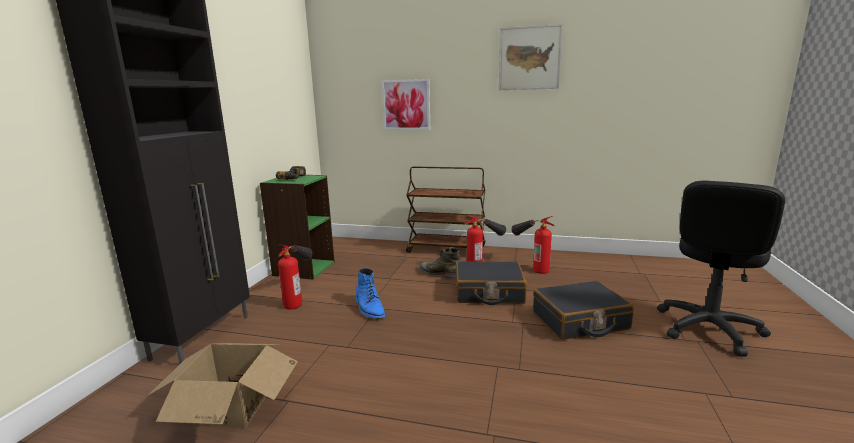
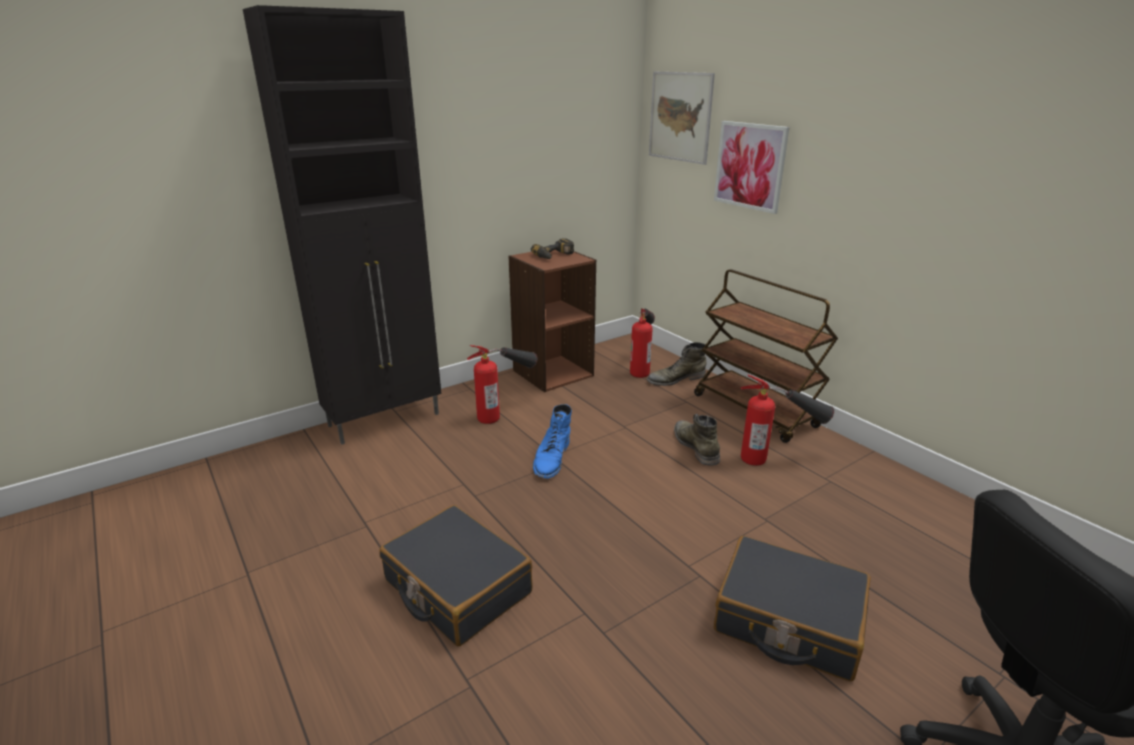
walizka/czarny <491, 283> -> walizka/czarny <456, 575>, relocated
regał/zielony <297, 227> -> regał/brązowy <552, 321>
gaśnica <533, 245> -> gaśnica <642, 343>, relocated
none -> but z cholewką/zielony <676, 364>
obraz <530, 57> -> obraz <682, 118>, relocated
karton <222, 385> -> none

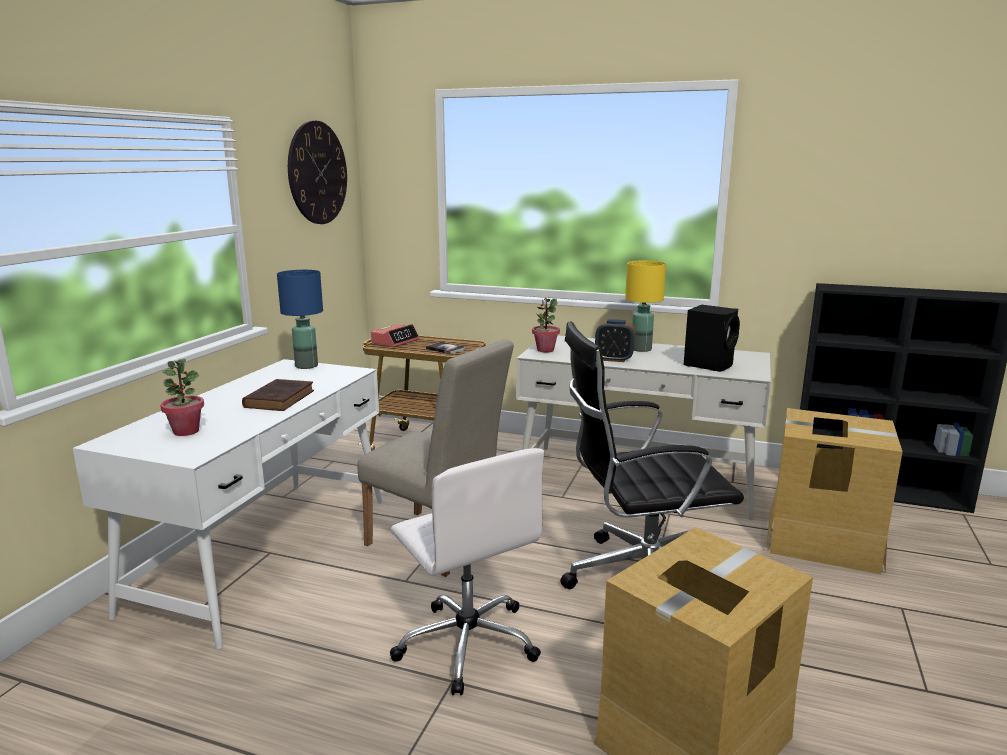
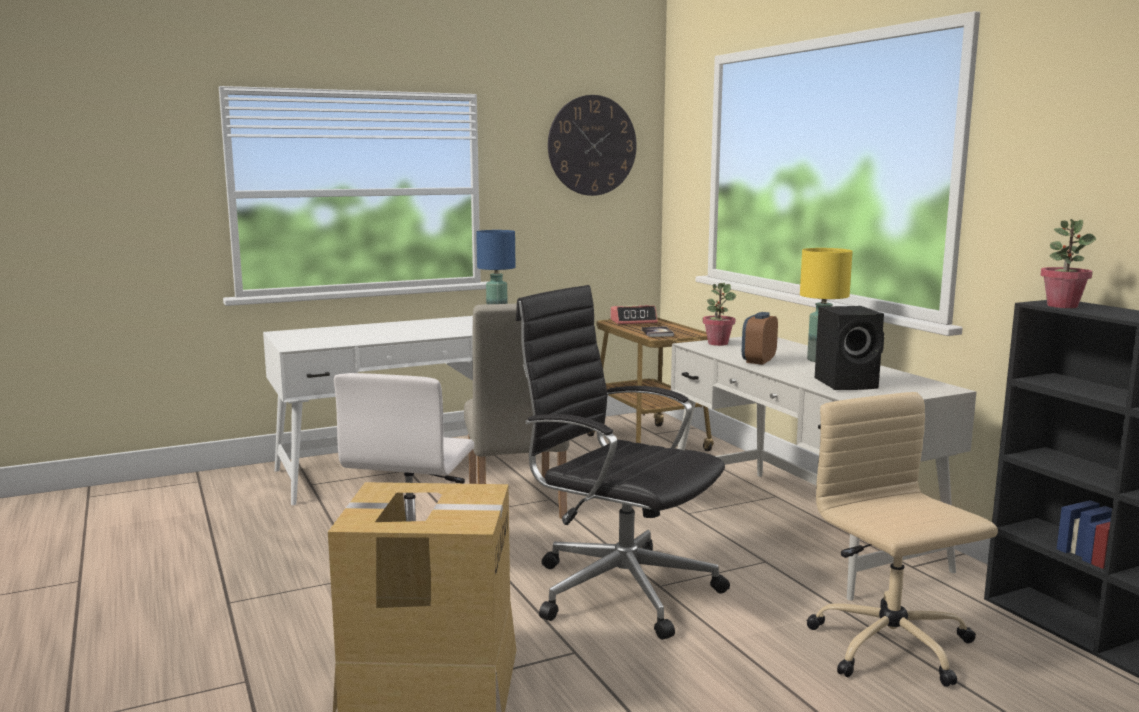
budzik <615, 340> -> budzik <760, 338>, 60 degrees clockwise
karton <834, 491> -> krzesło biurowe/beżowy <902, 539>
roślina doniczkowa <182, 397> -> roślina doniczkowa <1068, 263>, relocated
książka/brązowy <278, 395> -> none

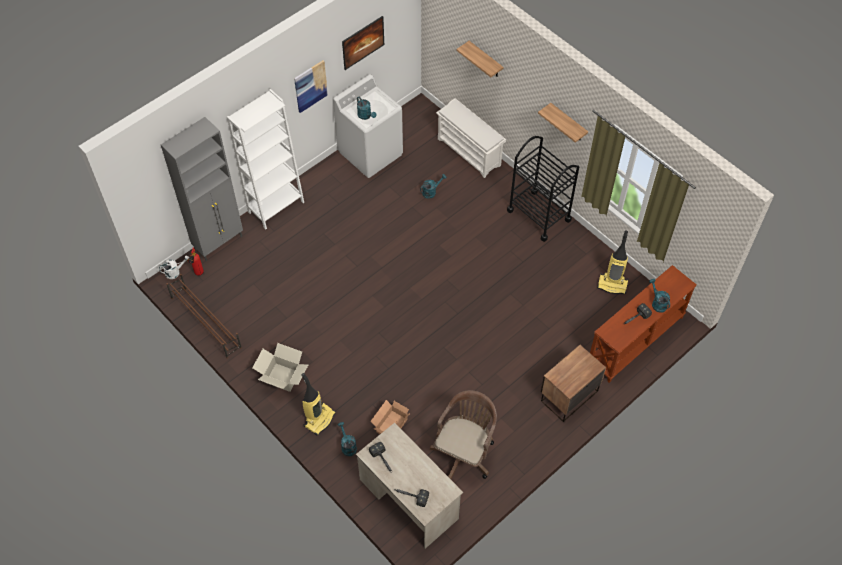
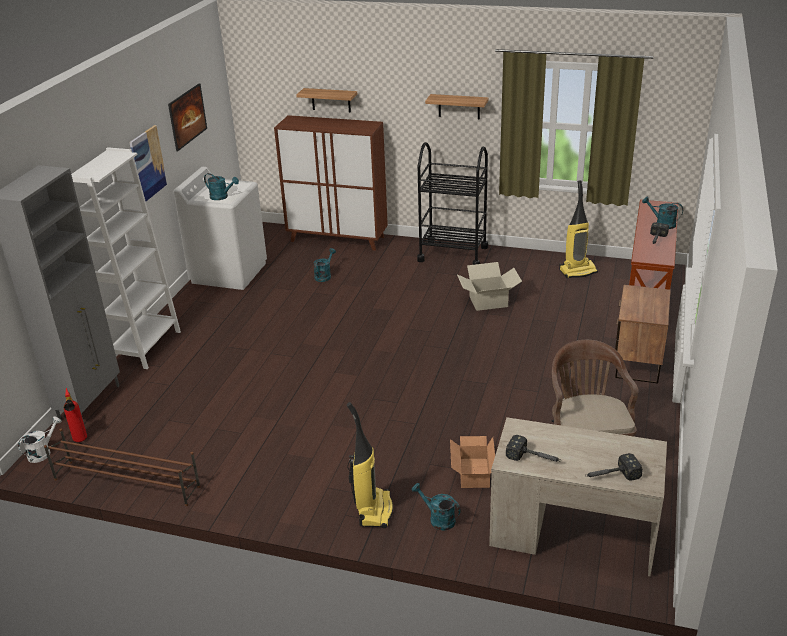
regał na buty/biały <471, 138> -> szafka/brązowy <331, 183>
karton <280, 367> -> karton <489, 286>, relocated

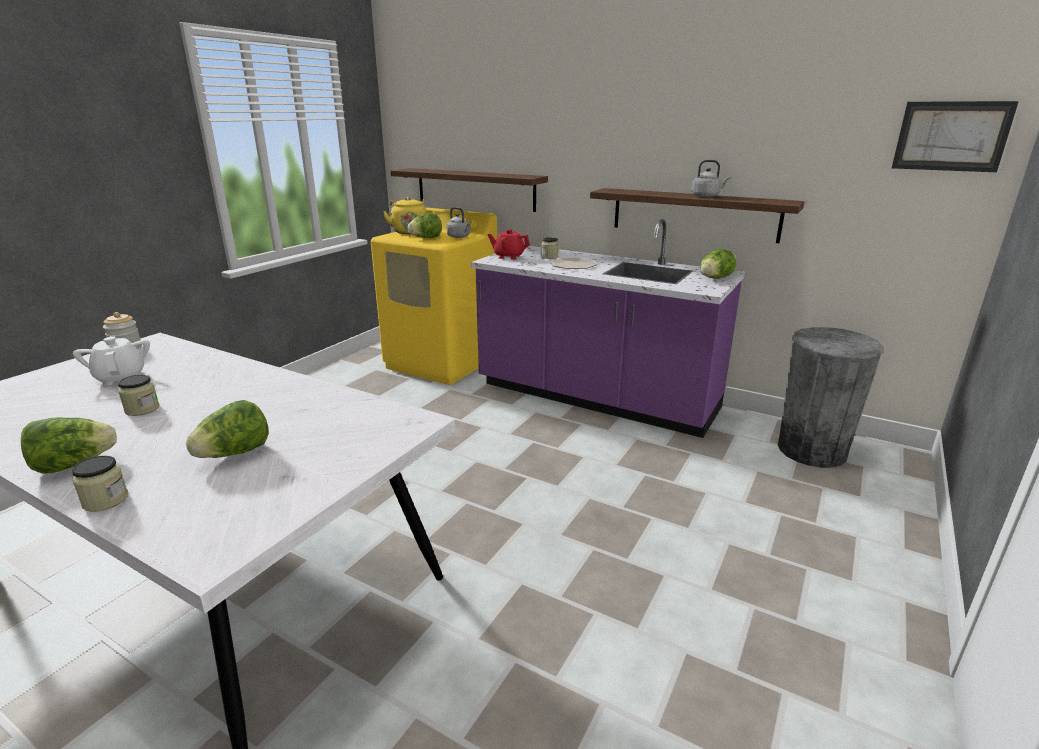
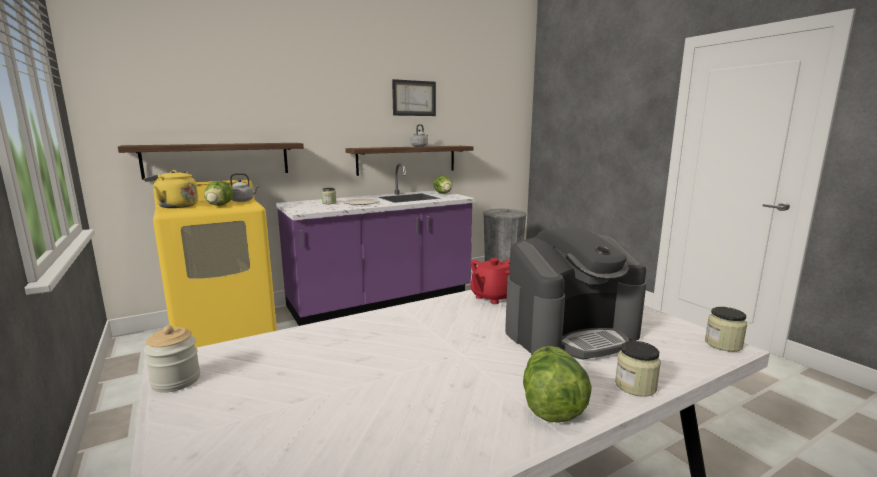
obraz <955, 136> -> obraz <414, 97>, relocated
imbryk/czerwony <509, 244> -> imbryk/czerwony <490, 281>, relocated
sałata <227, 429> -> ekspres do kawy <575, 293>
słoik <138, 395> -> słoik <726, 329>, relocated
imbryk/biały <111, 360> -> none

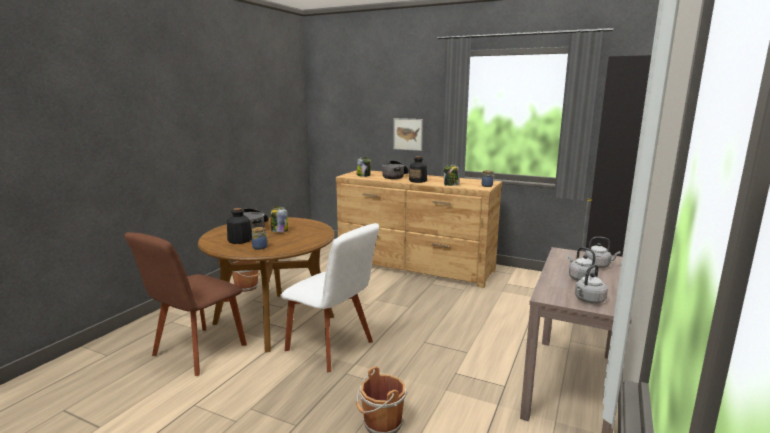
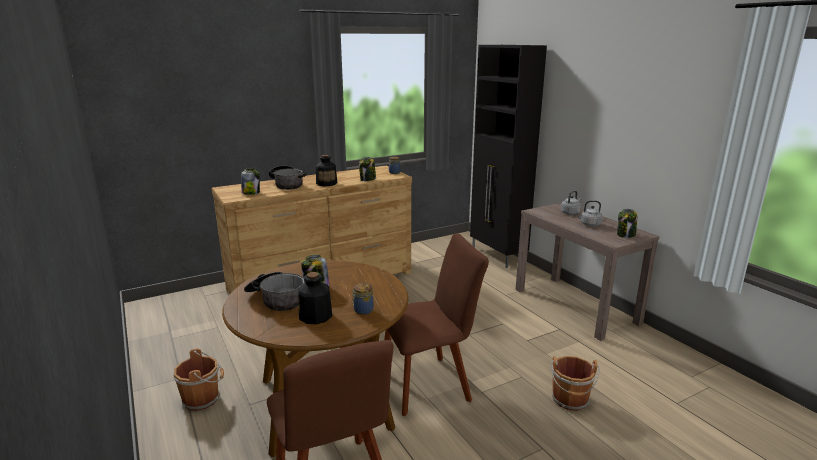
krzesło/biały <329, 297> -> krzesło/brązowy <436, 324>
czajnik/szary <591, 284> -> słoik <627, 223>
obraz <408, 134> -> none

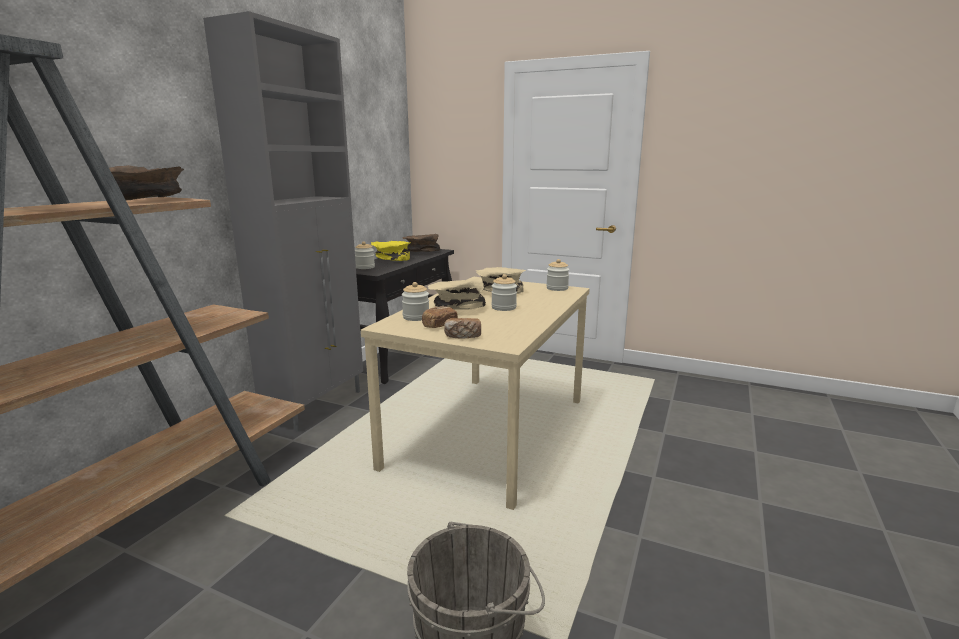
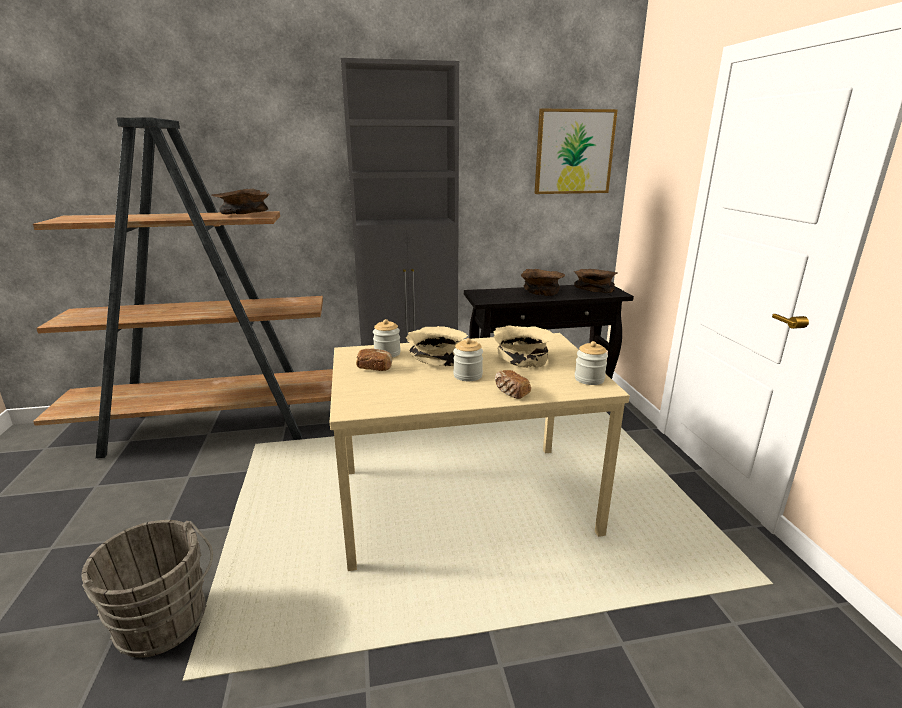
chleb <462, 328> -> chleb <513, 384>, relocated
miska/żółty <390, 251> -> miska/brązowy <543, 282>
none -> obraz <576, 151>
słoik <365, 255> -> none

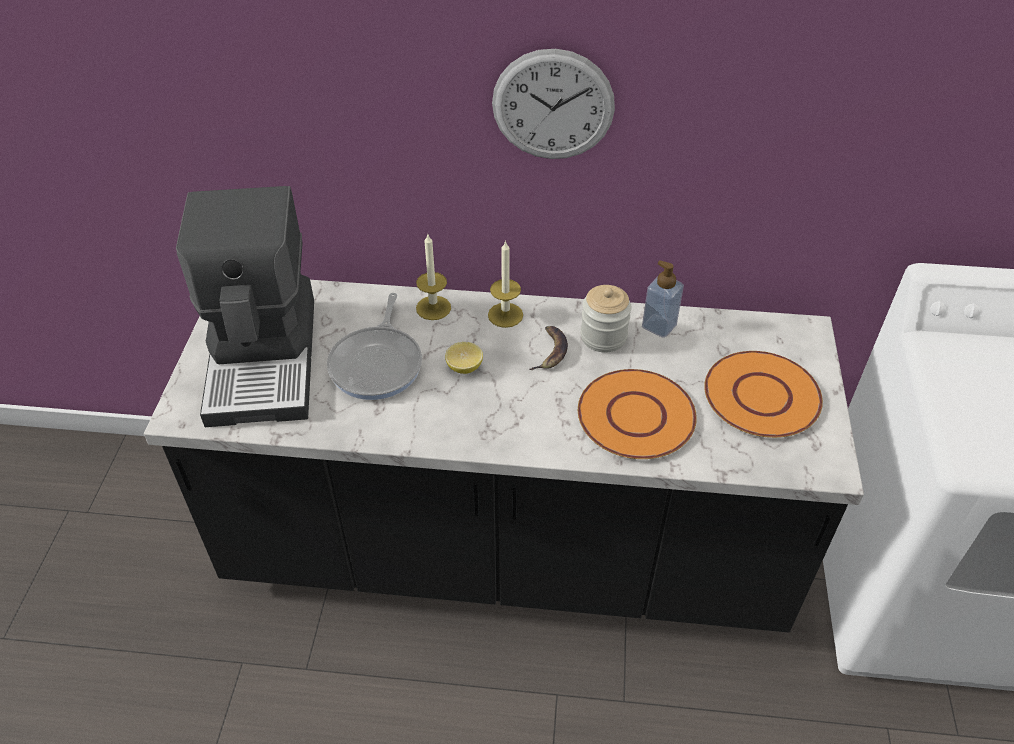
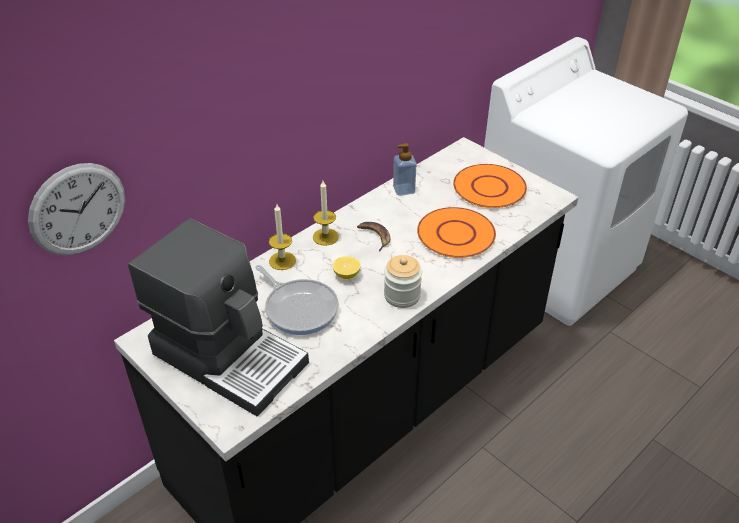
zegar ścienny <553, 104> -> zegar ścienny <76, 209>, relocated
słoik <605, 318> -> słoik <403, 281>, relocated

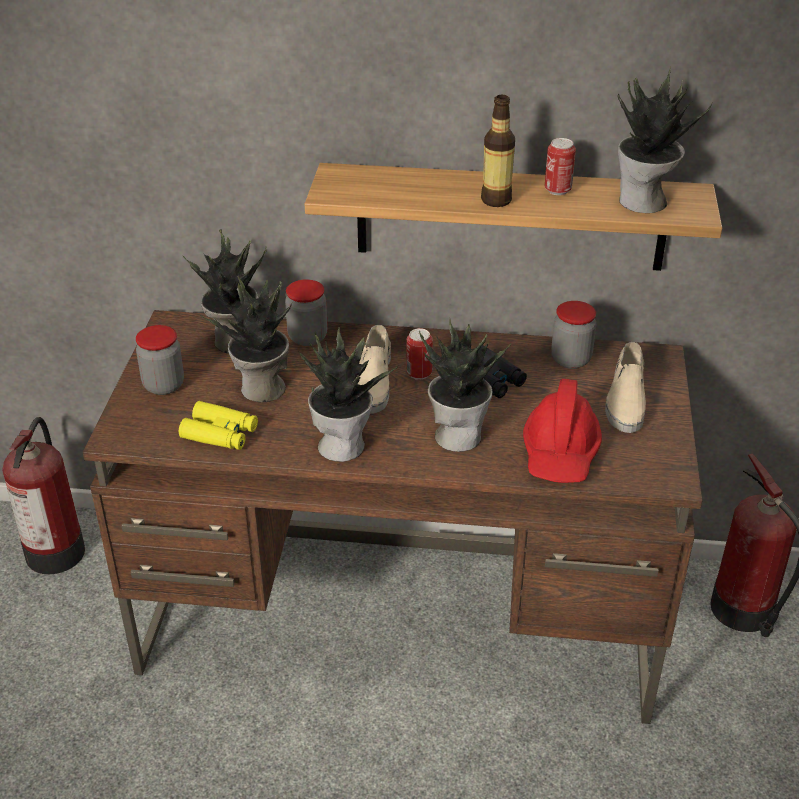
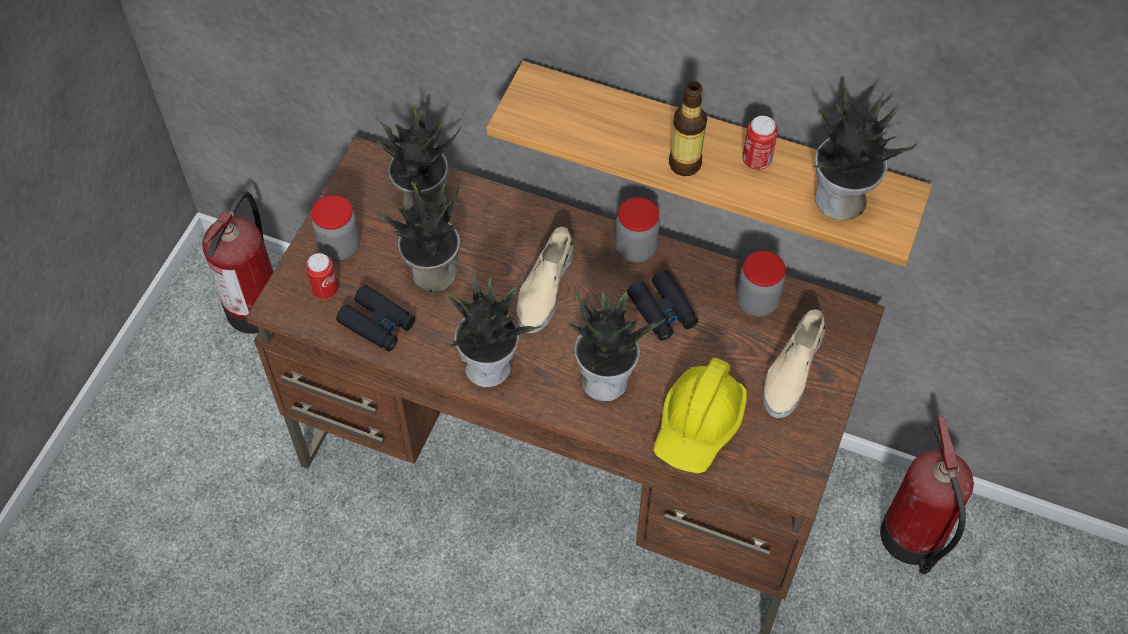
puszka <419, 354> -> puszka <322, 276>, relocated
lornetka/żółty <218, 425> -> lornetka/czarny <375, 318>
słoik <306, 312> -> słoik <637, 230>, relocated
kask/czerwony <562, 431> -> kask/żółty <700, 415>

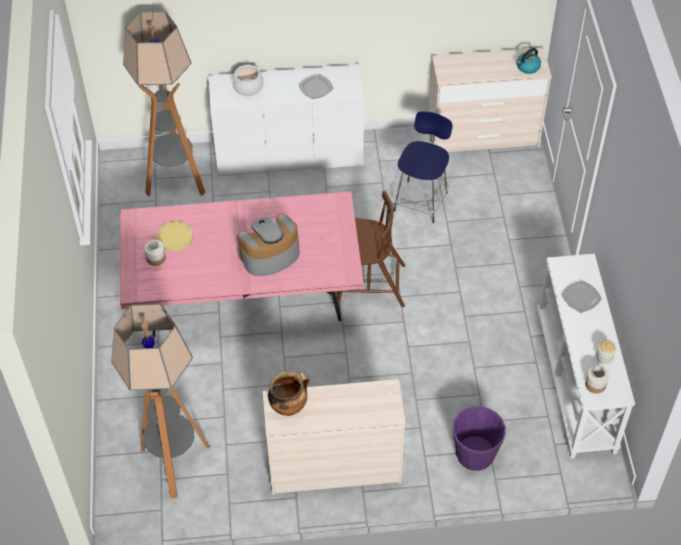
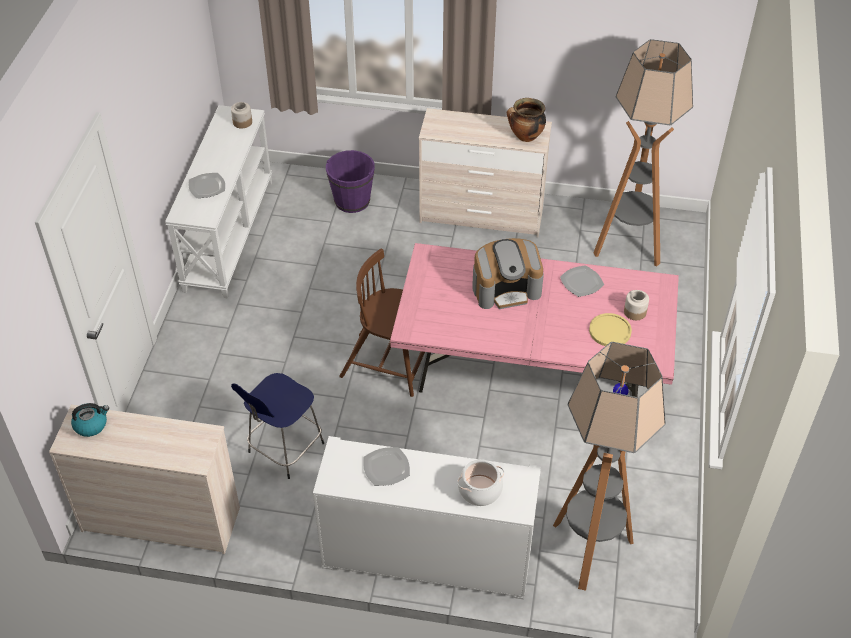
none -> talerz <582, 281>
słoik <606, 352> -> none

